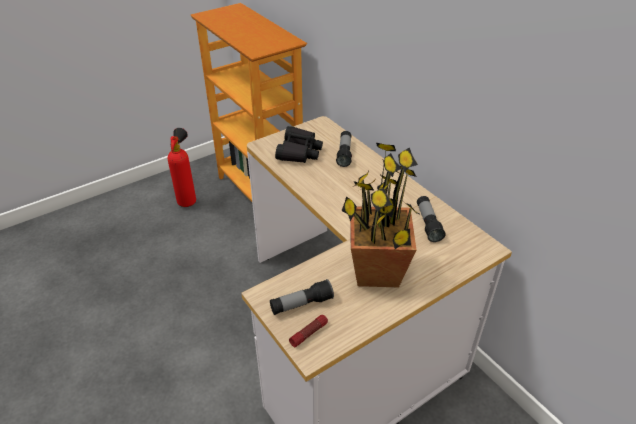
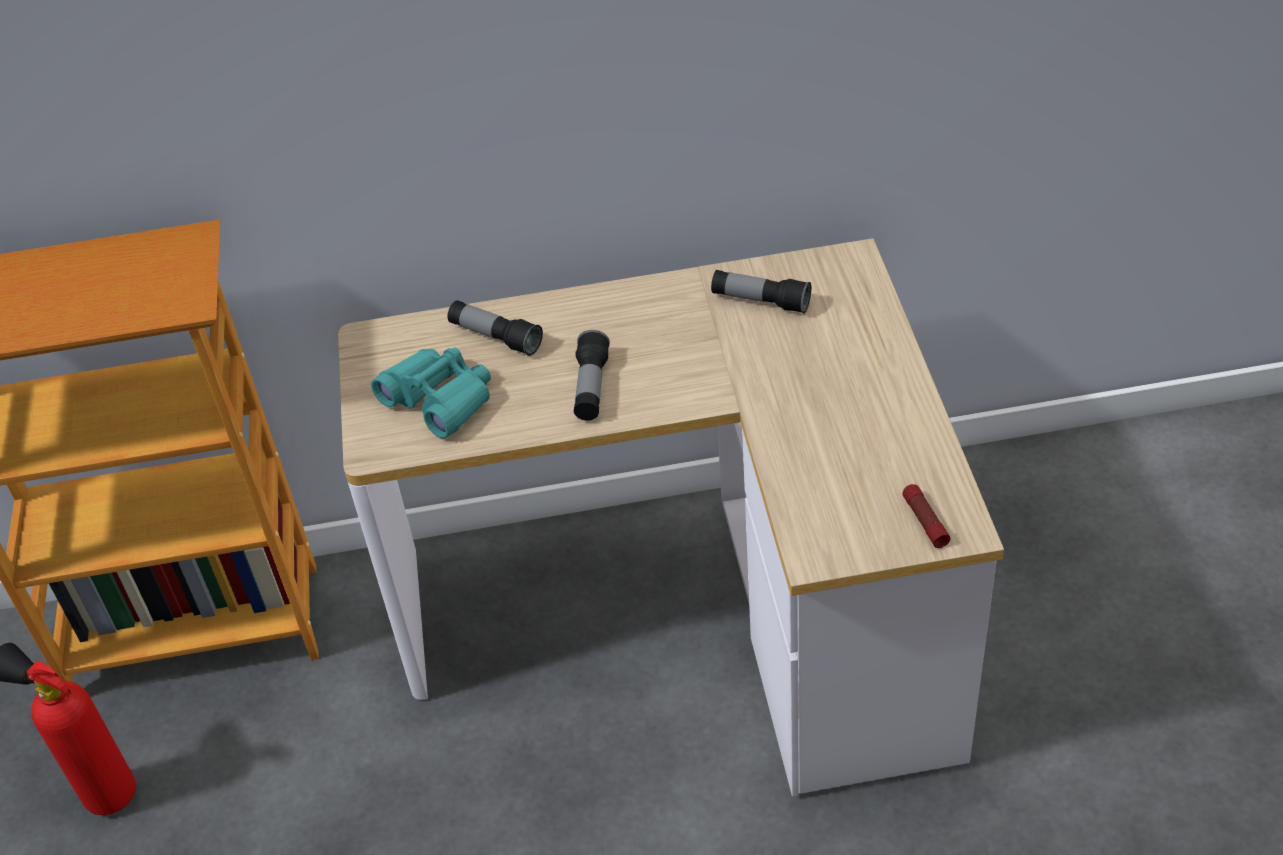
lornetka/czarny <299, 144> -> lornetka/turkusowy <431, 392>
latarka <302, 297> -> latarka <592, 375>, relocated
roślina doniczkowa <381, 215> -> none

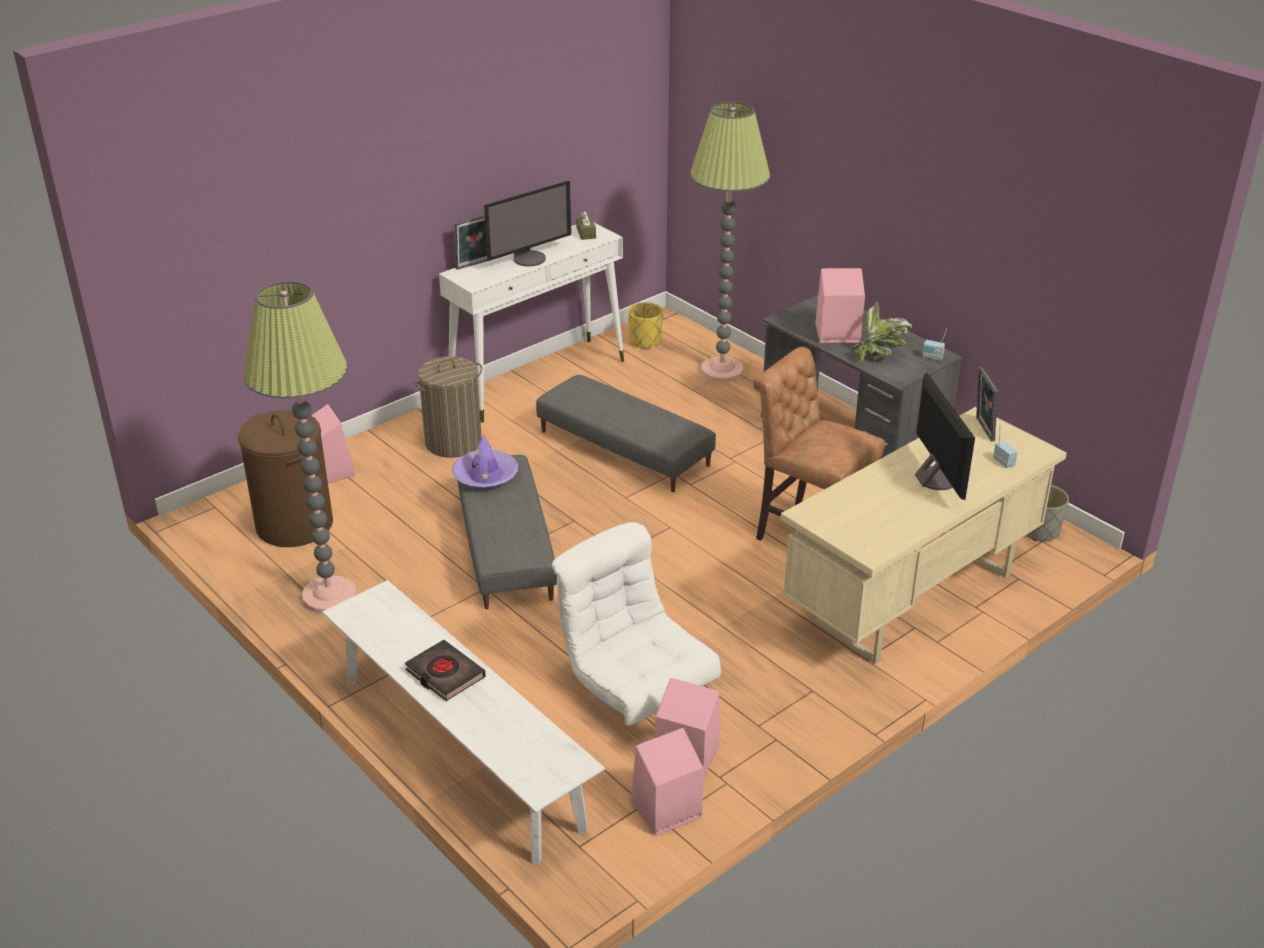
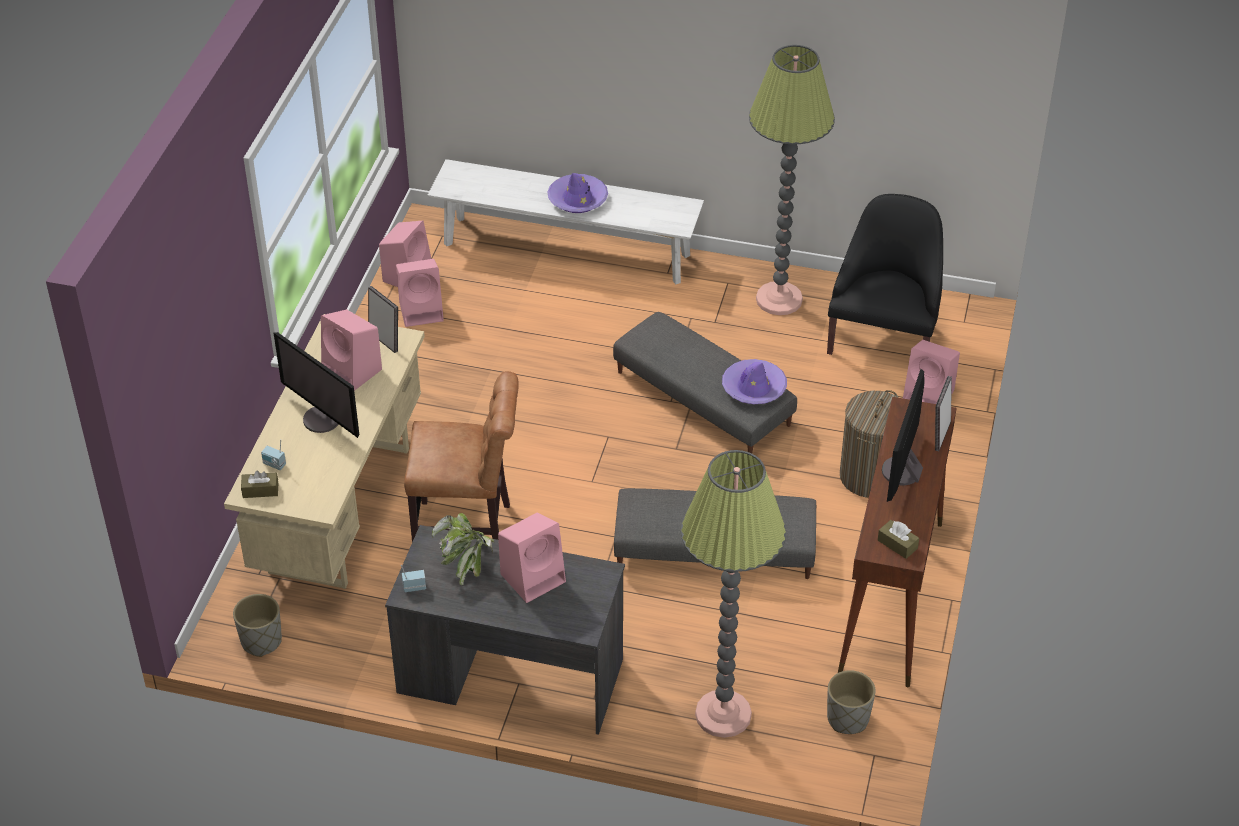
none -> pudełko chusteczek/brązowy <259, 484>
none -> głośnik/różowy <351, 350>
ramka na zdjęcie <987, 404> -> ramka na zdjęcie <383, 319>, relocated
książka/czarny <445, 670> -> kapelusz/fioletowy <578, 193>
kosz na pranie/brązowy <285, 478> -> fotel/czarny <885, 274>
donica/żółty <645, 326> -> donica/szary <851, 702>
stolik konsolowy/biały <531, 323> -> stolik konsolowy/brązowy <897, 542>
fotel/biały <636, 624> -> none

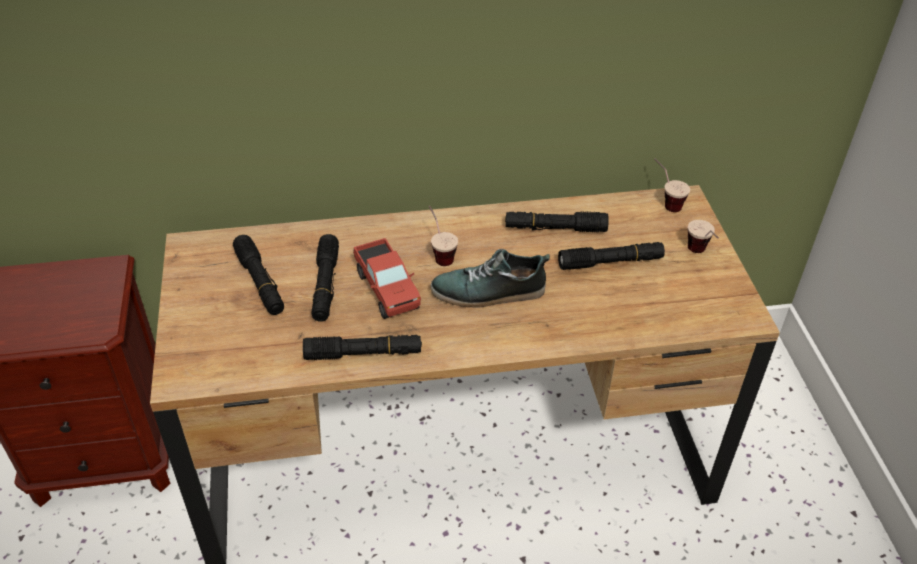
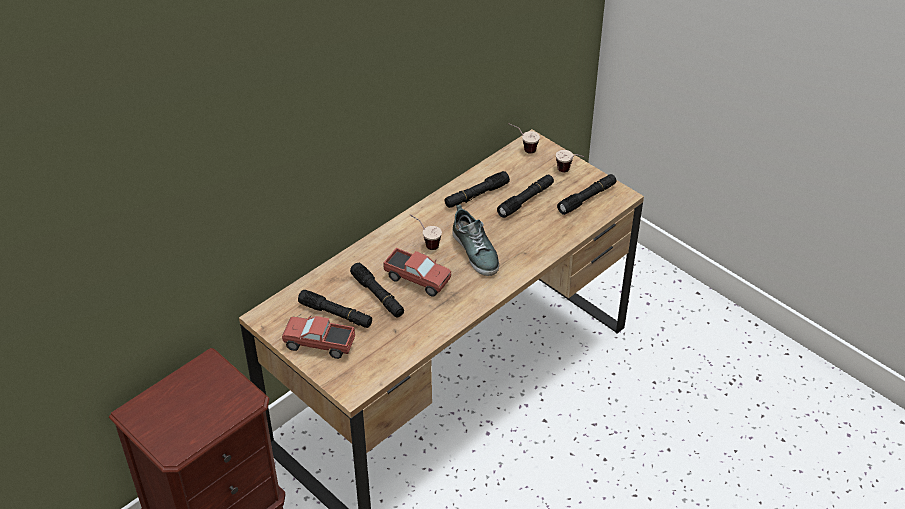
none -> ciężarówka zabawkowa <318, 337>
but <490, 278> -> but <475, 240>, 75 degrees counterclockwise
latarka/czarny <362, 347> -> latarka/czarny <587, 194>, relocated

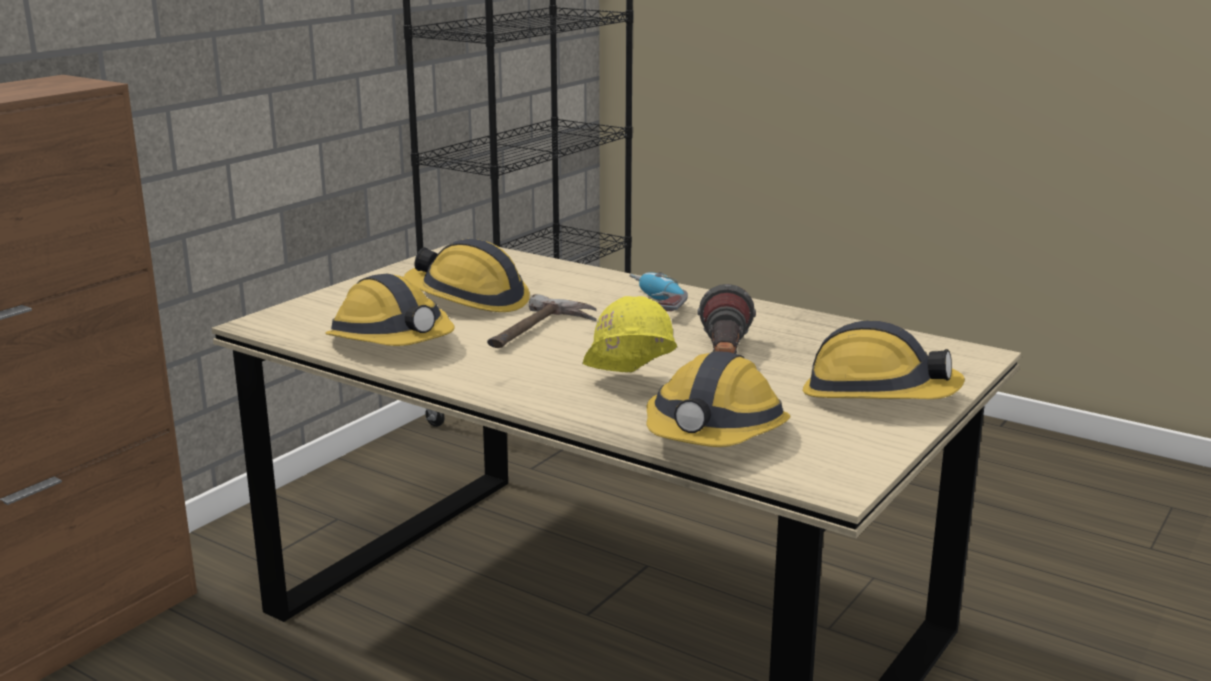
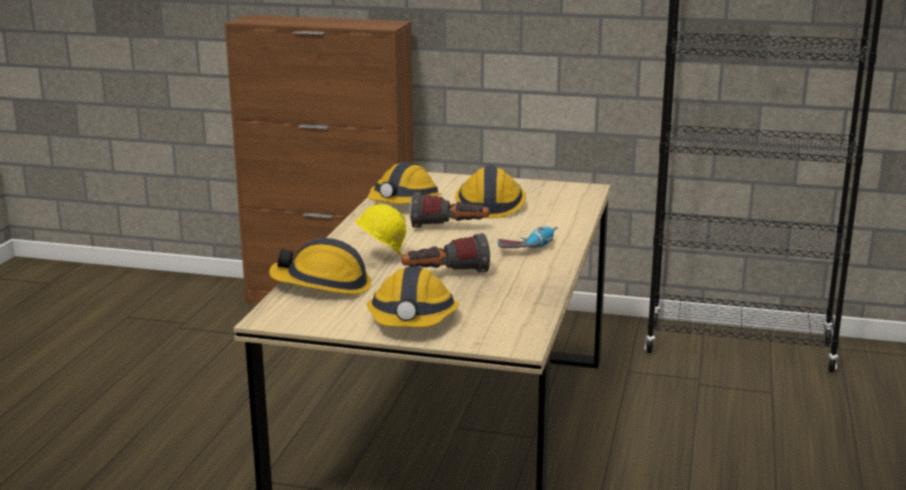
młotek <542, 321> -> latarka <449, 210>

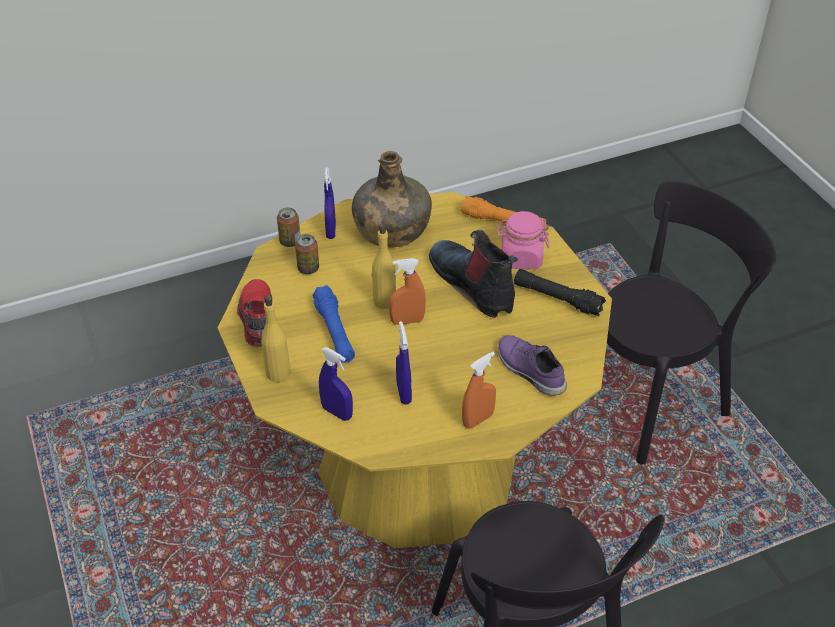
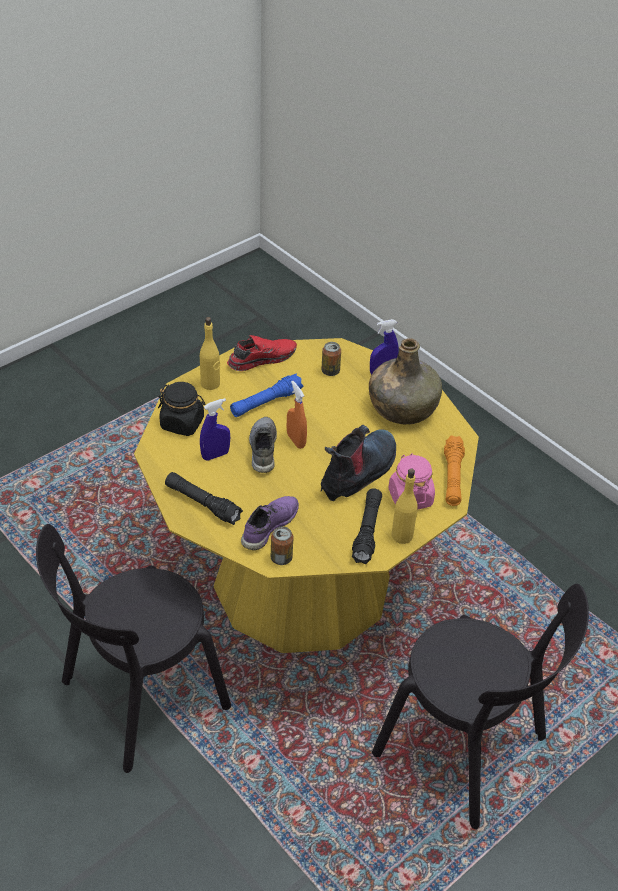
spryskiwacz/niebieski <336, 384> -> słoik/czarny <181, 409>
spryskiwacz/pomarańczowy <479, 390> -> latarka/czarny <204, 498>
none -> but/szary <263, 445>
puszka <288, 227> -> puszka <282, 545>, relocated
butelka/żółty <383, 266> -> butelka/żółty <404, 506>, relocated

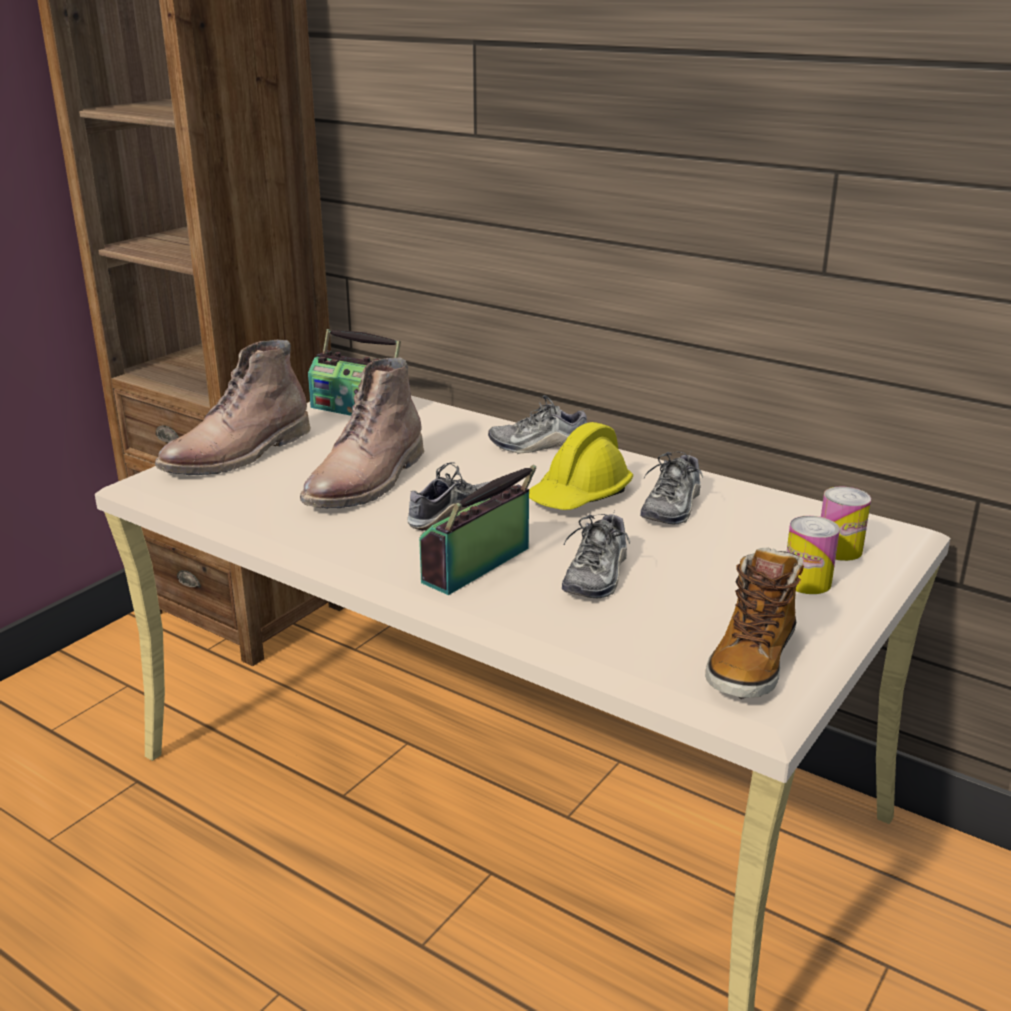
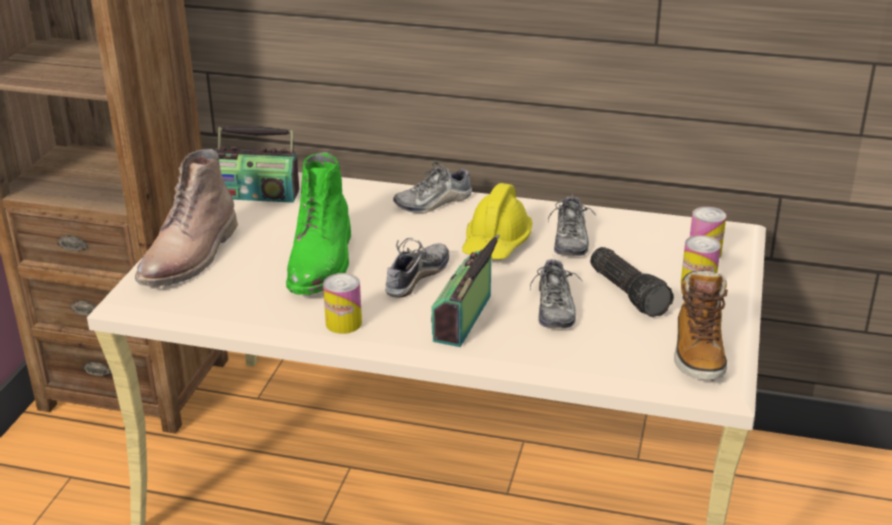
but z cholewką/brązowy <362, 433> -> but z cholewką/zielony <318, 223>
none -> puszka <342, 303>
none -> latarka <632, 282>

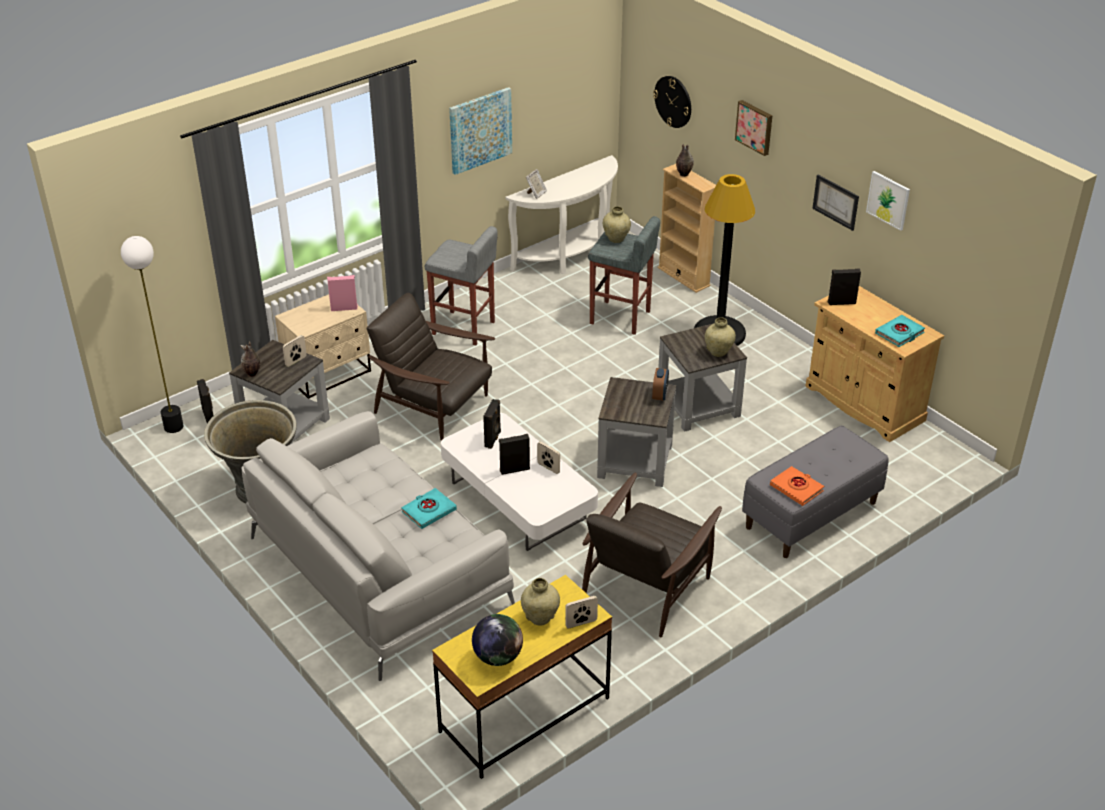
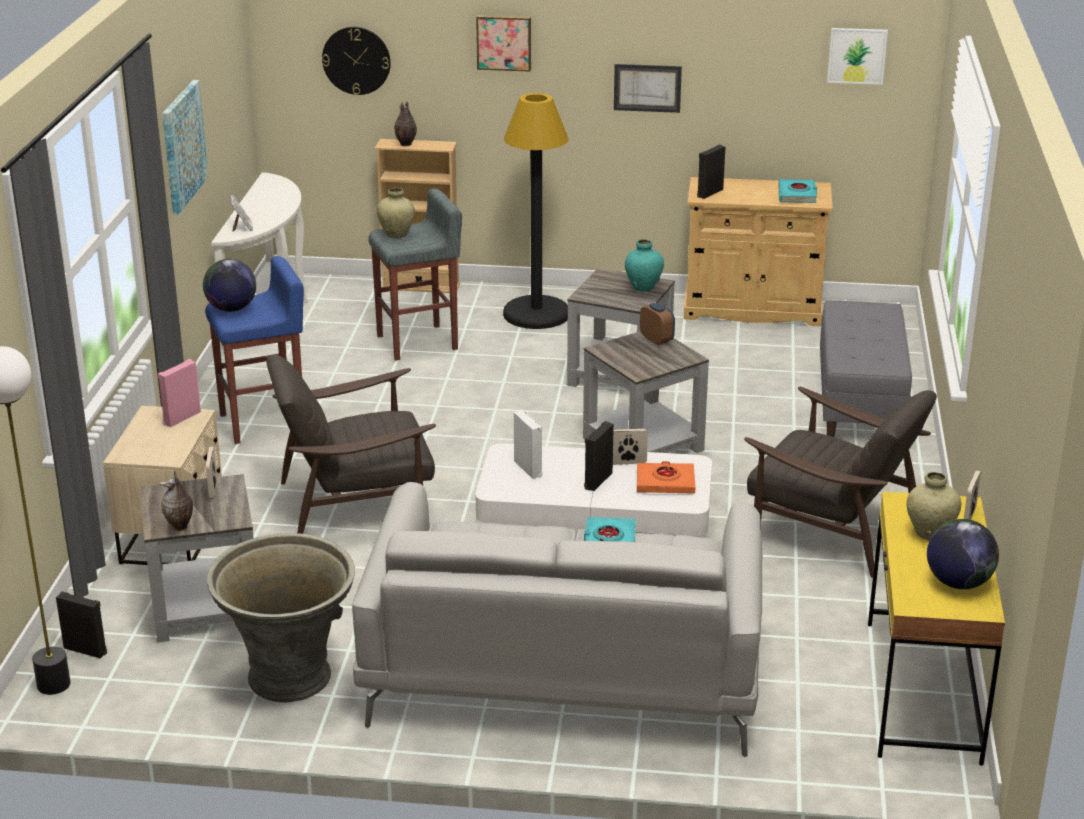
none -> globus <229, 285>
stołek/szary <461, 285> -> stołek/niebieski <254, 350>
głośnik/czarny <492, 424> -> głośnik/biały <528, 444>
wazon/beżowy <720, 337> -> wazon/turkusowy <644, 265>
książka/pomarańczowy <797, 486> -> książka/pomarańczowy <666, 477>, relocated
fotel/brązowy <652, 555> -> fotel/brązowy <840, 482>, 45 degrees counterclockwise
obraz <888, 201> -> obraz <857, 56>, relocated

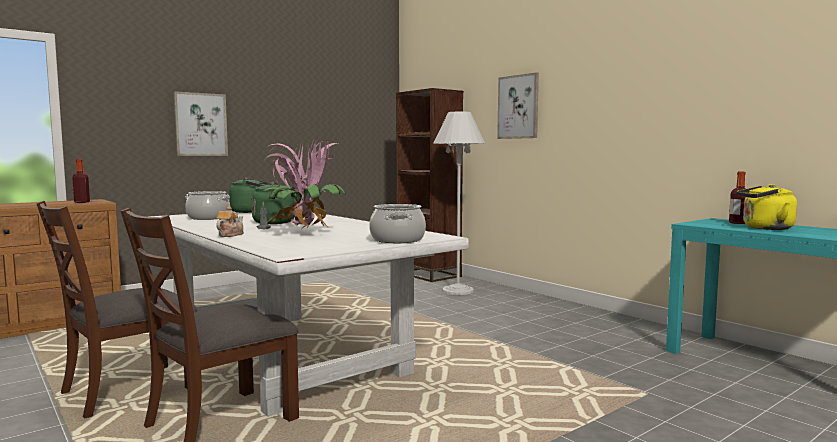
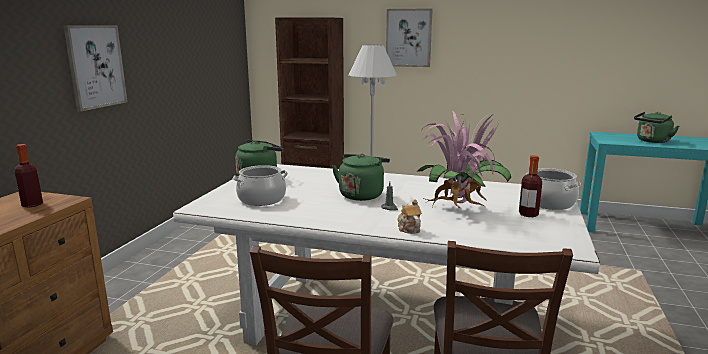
butelka <739, 198> -> butelka <530, 186>, relocated
czajnik/żółty <766, 207> -> czajnik/zielony <656, 127>

